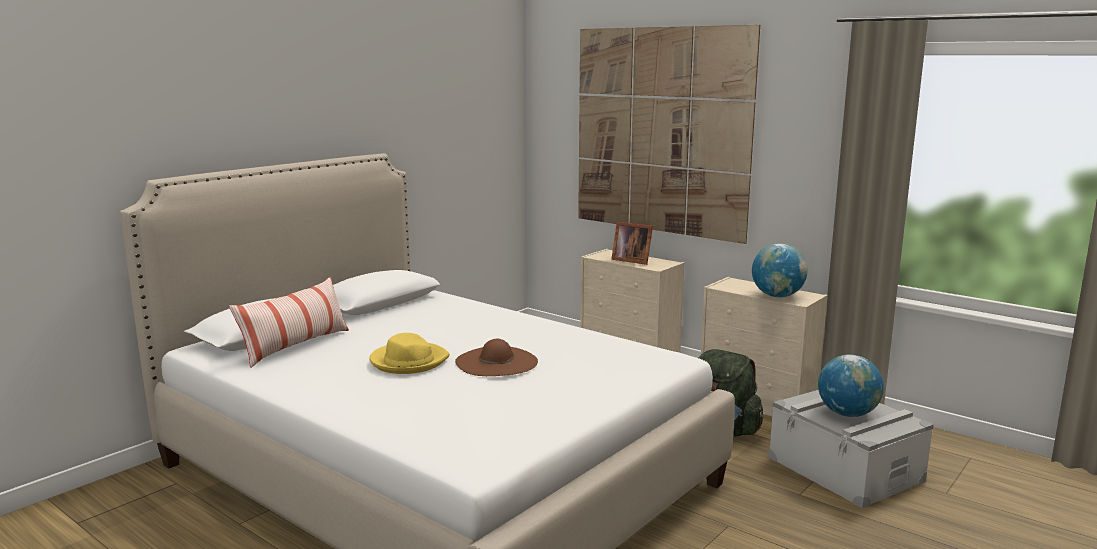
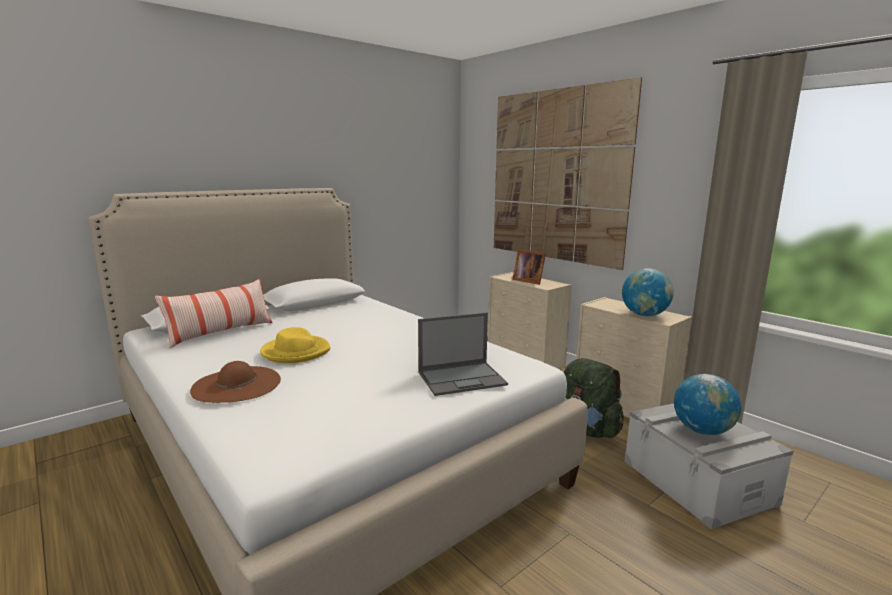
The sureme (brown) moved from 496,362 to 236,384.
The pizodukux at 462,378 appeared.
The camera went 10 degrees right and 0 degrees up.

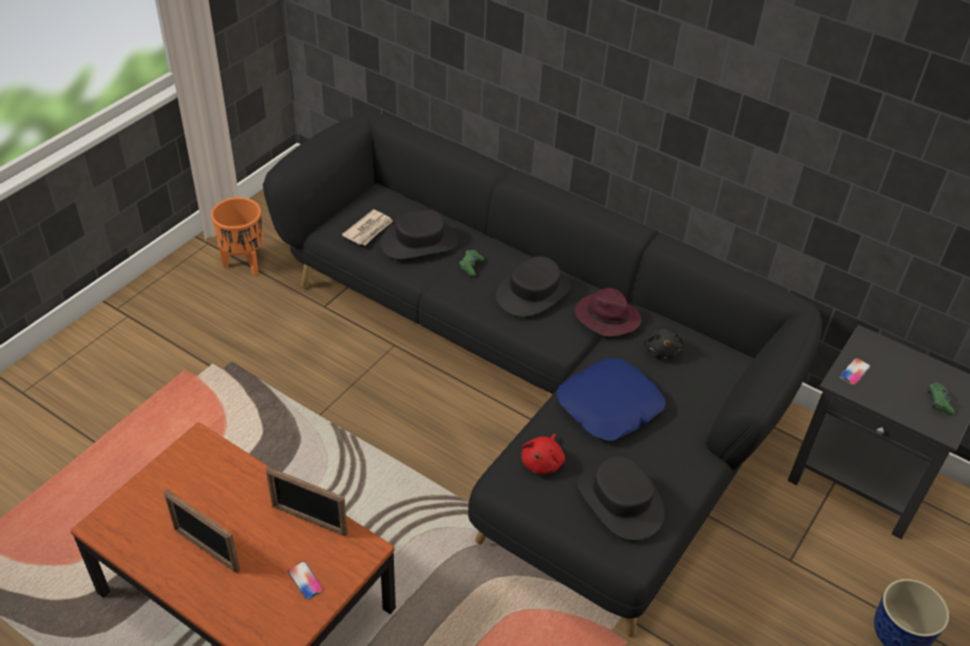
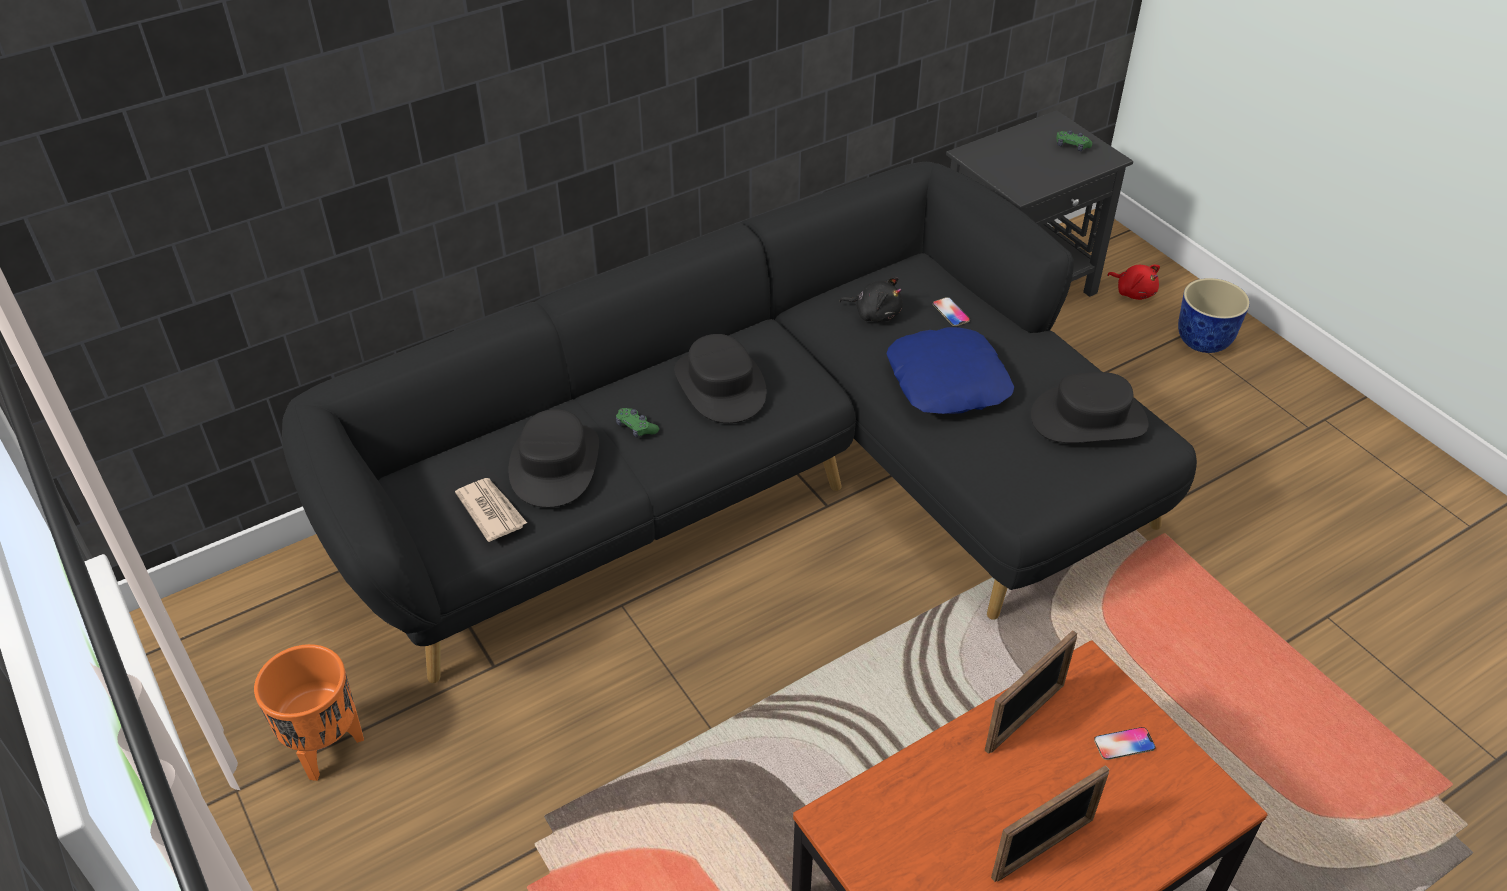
The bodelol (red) moved from 543,462 to 1133,292.
The sureme (purple) at 606,318 disappeared.
The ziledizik moved from 854,372 to 951,312.
The camera went 65 degrees left and 0 degrees up.

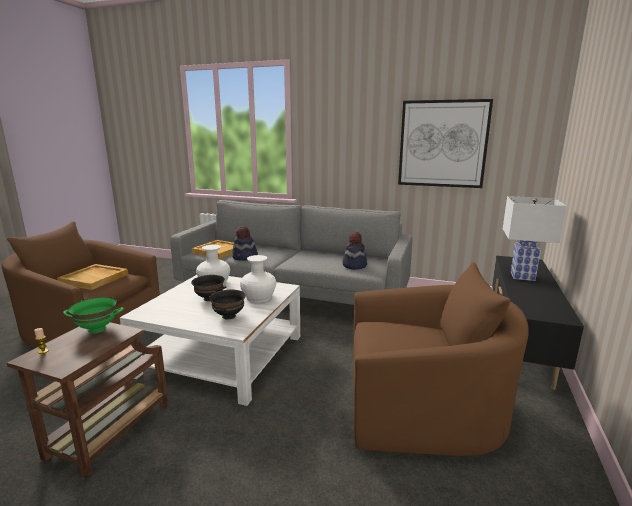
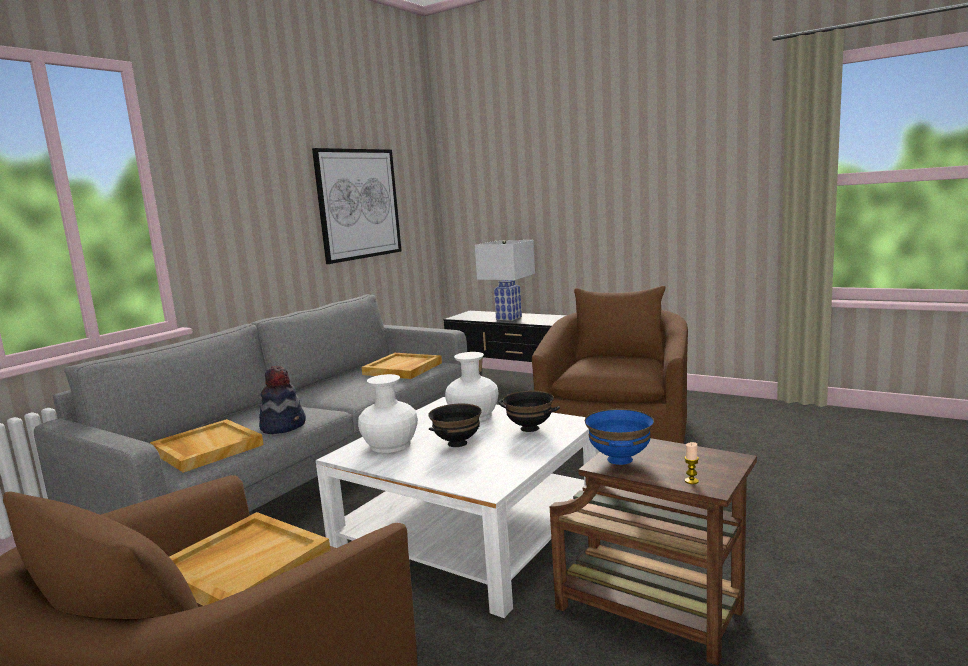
The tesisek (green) at 97,329 became the tesisek (blue) at 619,459.
The sureme at 354,265 was replaced by the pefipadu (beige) at 403,369.
The camera went 75 degrees left and 5 degrees down.

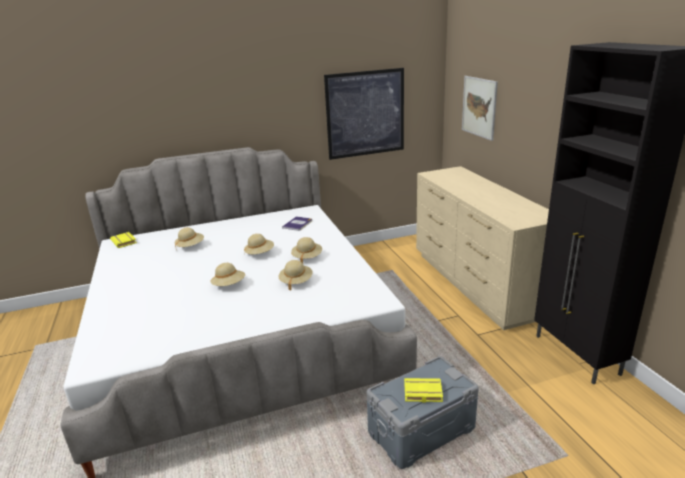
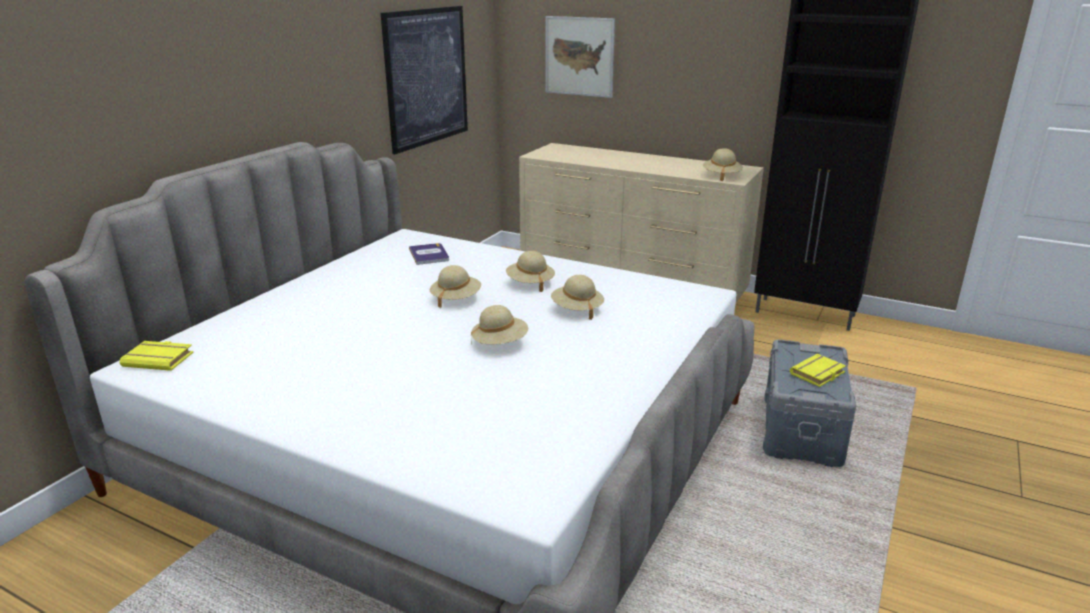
The sureme (beige) moved from 190,246 to 721,176.
The camera went 45 degrees left and 0 degrees up.

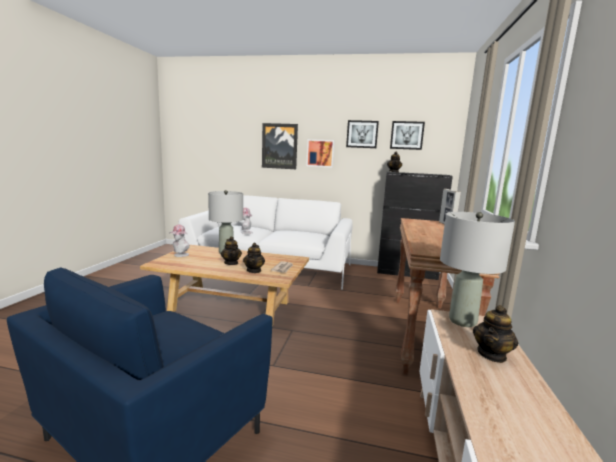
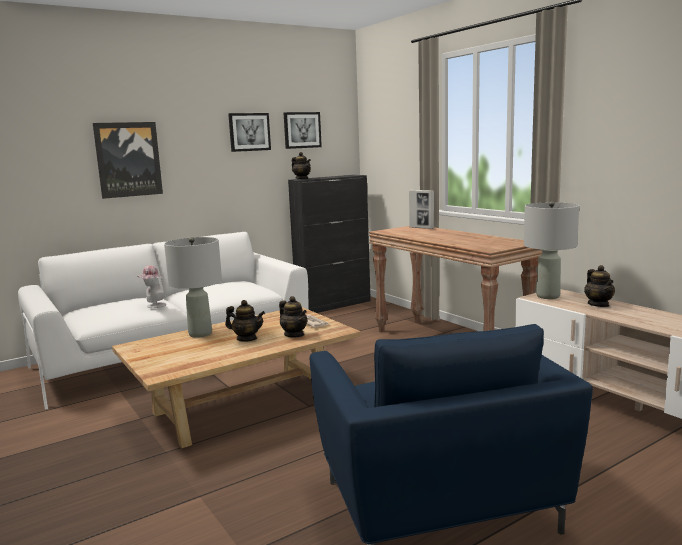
The sureme at 180,255 disappeared.
The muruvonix at 320,153 disappeared.
The camera went 45 degrees left and 0 degrees up.

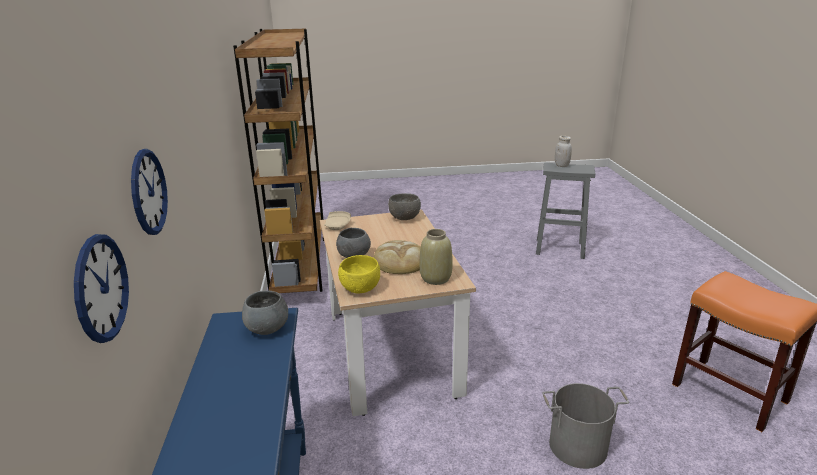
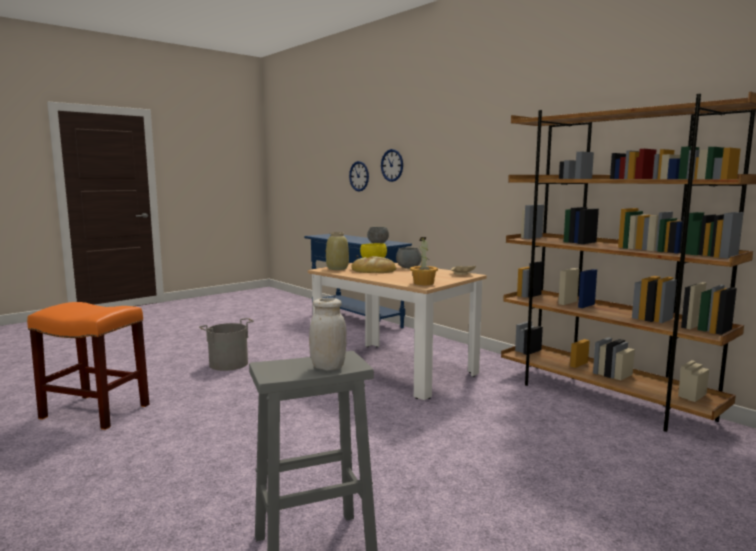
The tesisek (grey) at 405,218 was replaced by the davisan at 423,283.
The camera went 145 degrees right and 15 degrees down.

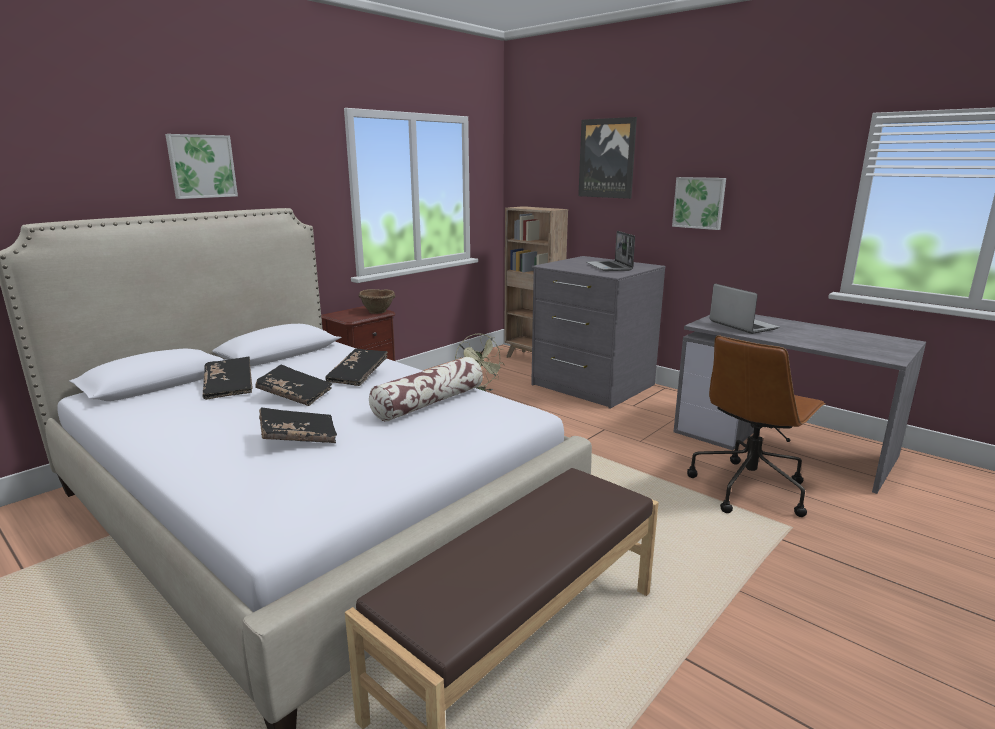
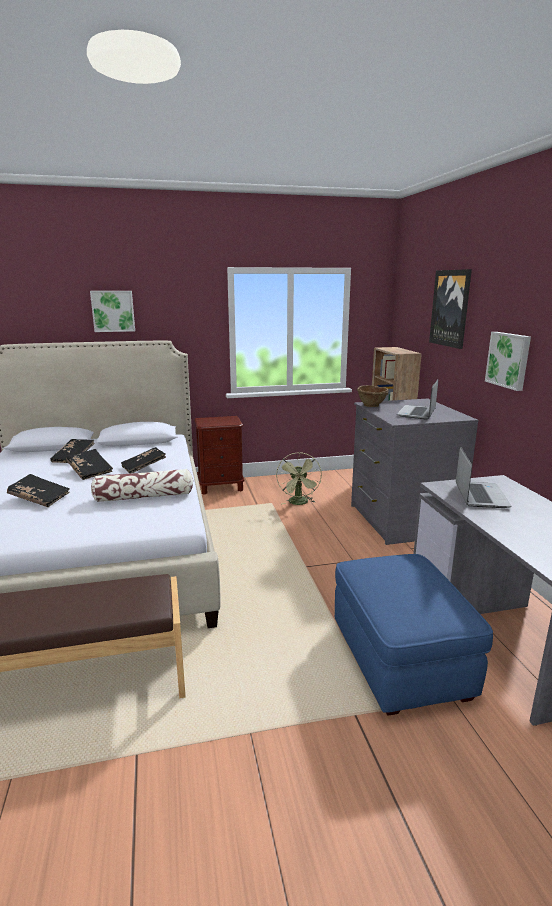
The tesisek (brown) moved from 378,311 to 372,405.
The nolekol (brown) at 748,488 was replaced by the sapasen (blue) at 399,659.
The camera went 35 degrees right and 0 degrees up.

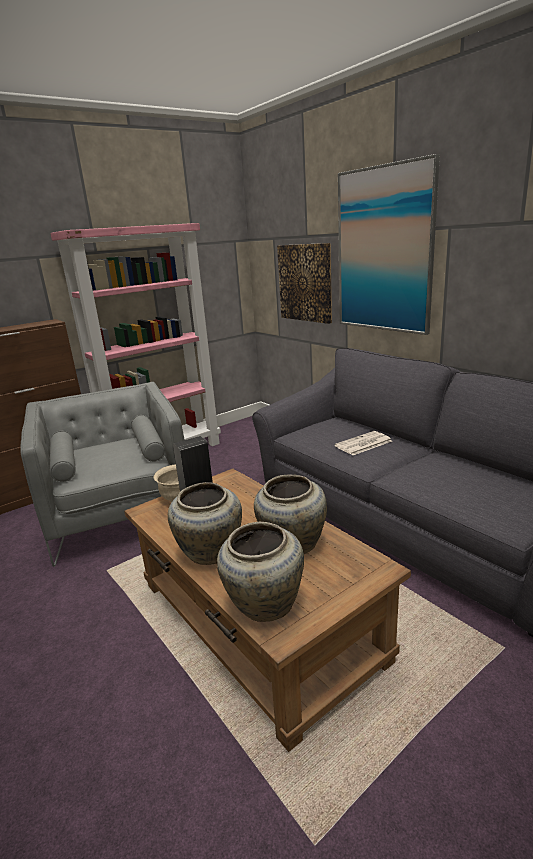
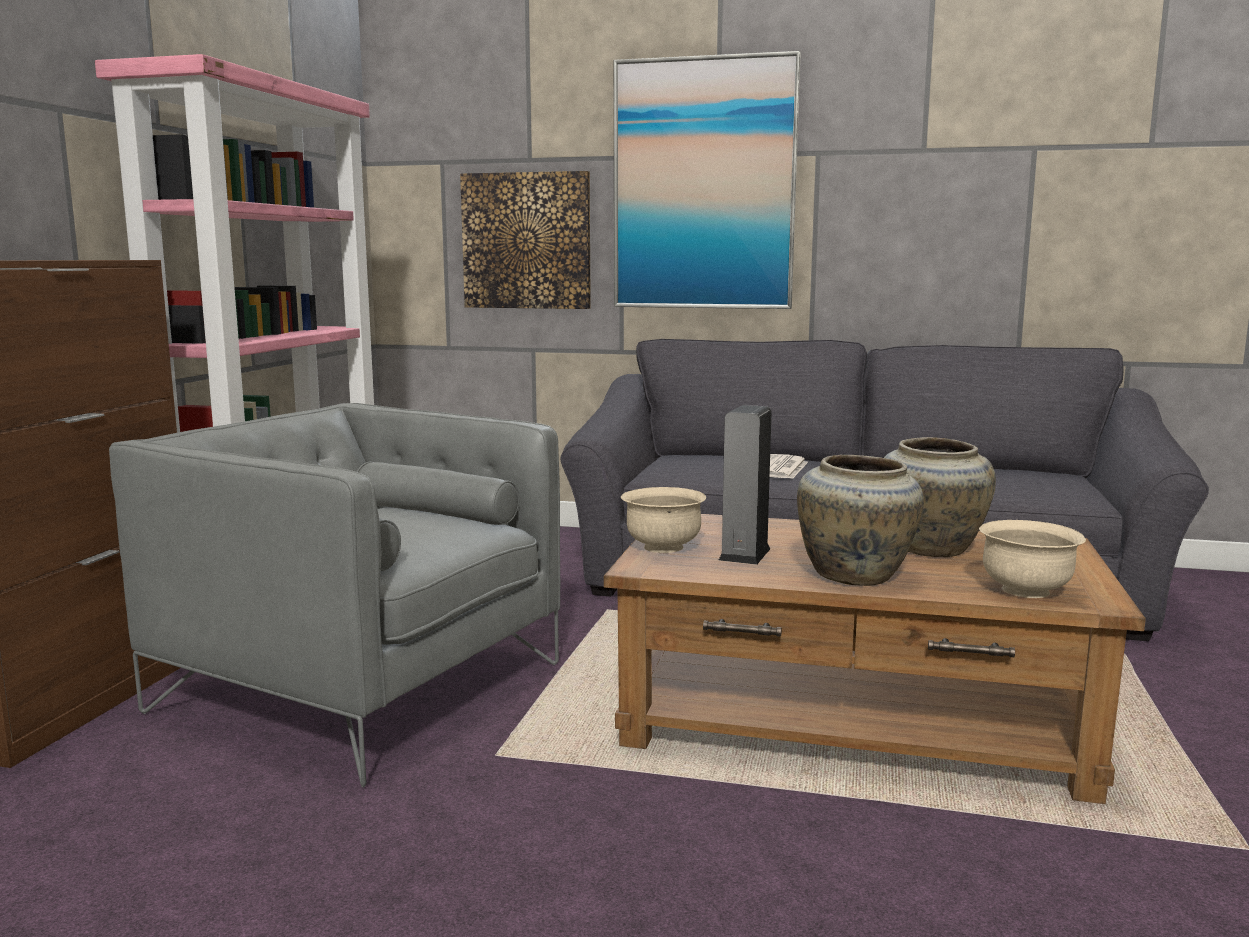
The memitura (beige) at 263,605 was replaced by the tesisek (beige) at 1026,591.
The camera went 40 degrees left and 10 degrees down.

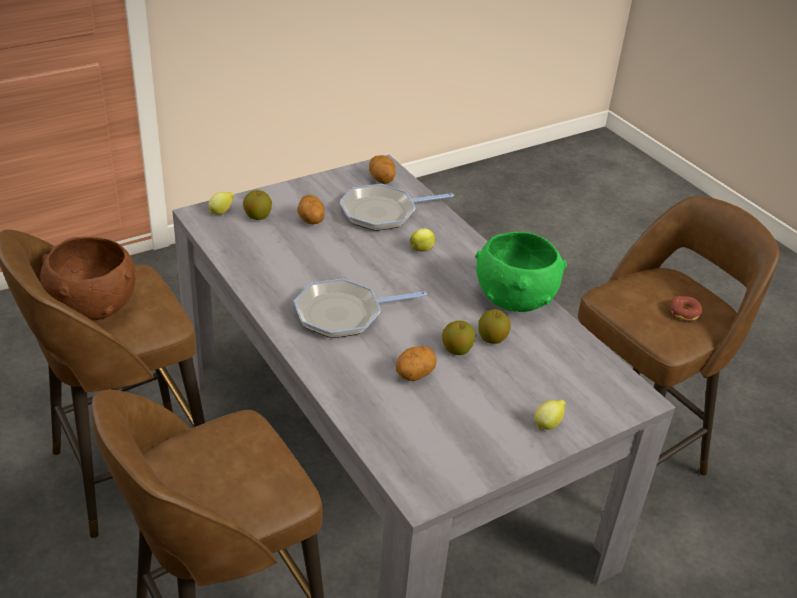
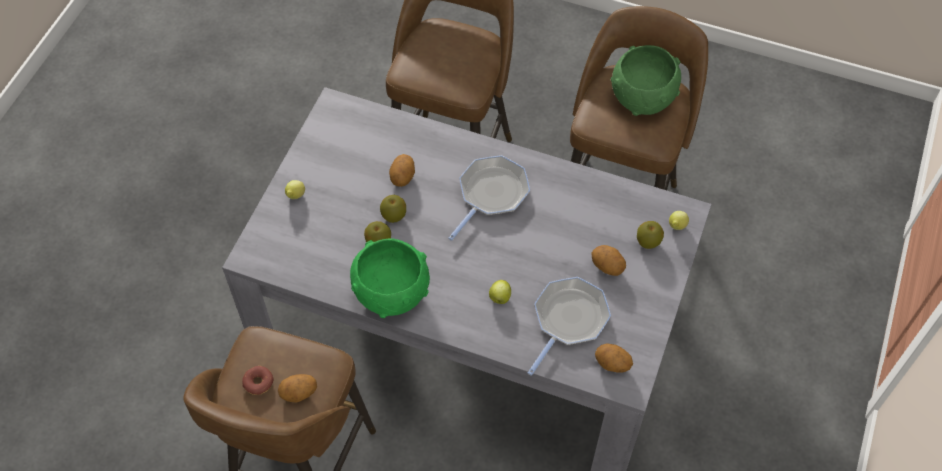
The tesisek (brown) at 94,307 became the tesisek (green) at 642,99.
The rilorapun at 299,394 appeared.
The camera went 145 degrees right and 20 degrees up.

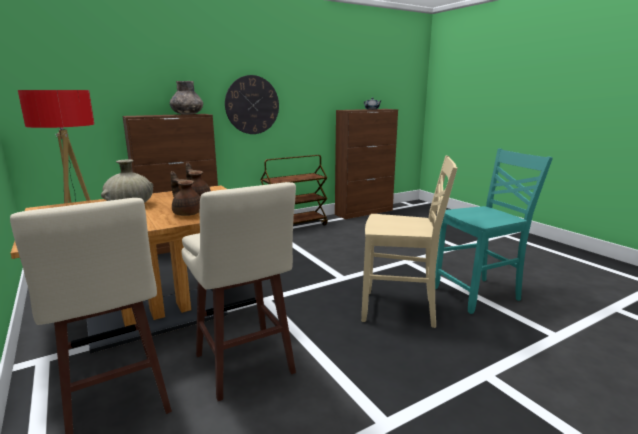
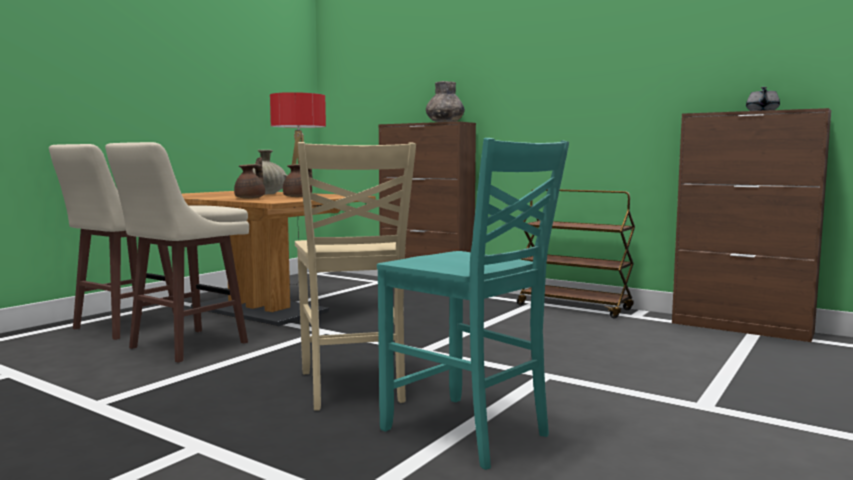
The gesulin at 252,105 disappeared.
The camera went 65 degrees right and 10 degrees down.

